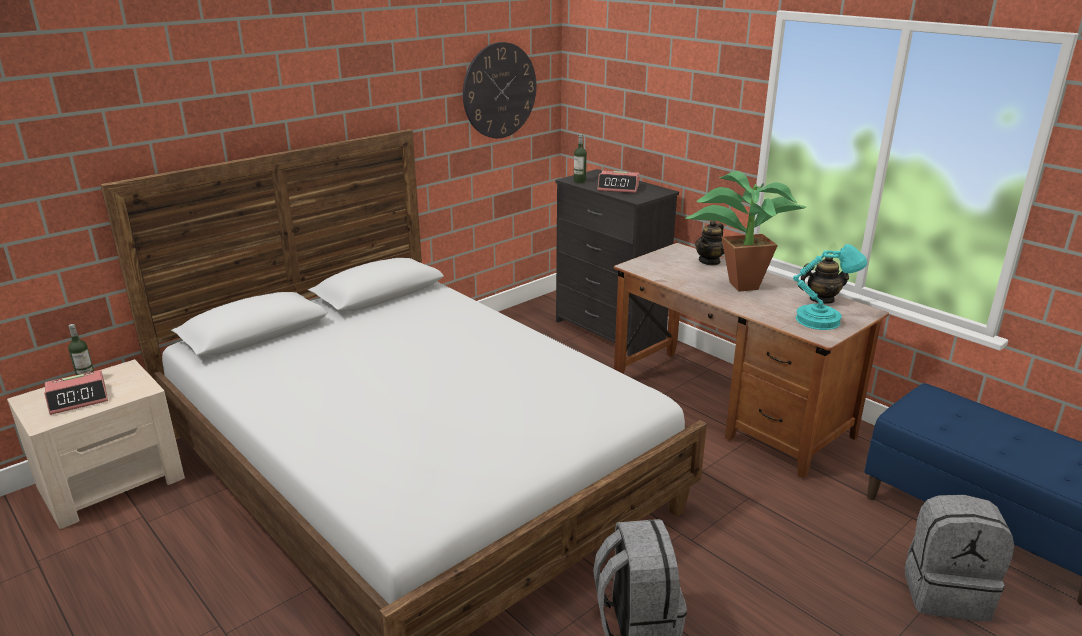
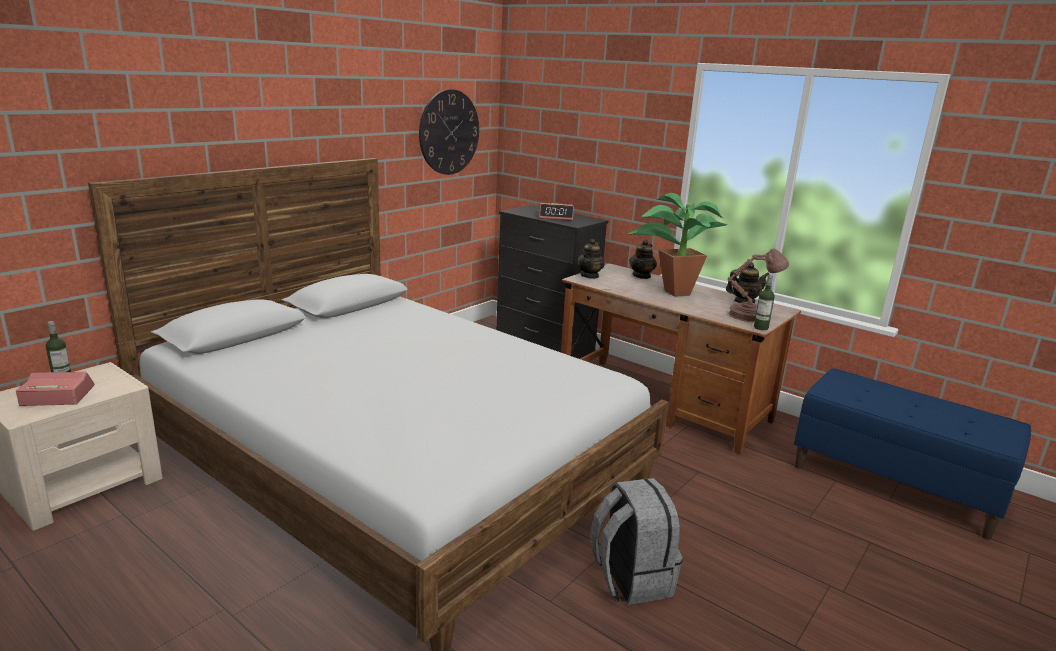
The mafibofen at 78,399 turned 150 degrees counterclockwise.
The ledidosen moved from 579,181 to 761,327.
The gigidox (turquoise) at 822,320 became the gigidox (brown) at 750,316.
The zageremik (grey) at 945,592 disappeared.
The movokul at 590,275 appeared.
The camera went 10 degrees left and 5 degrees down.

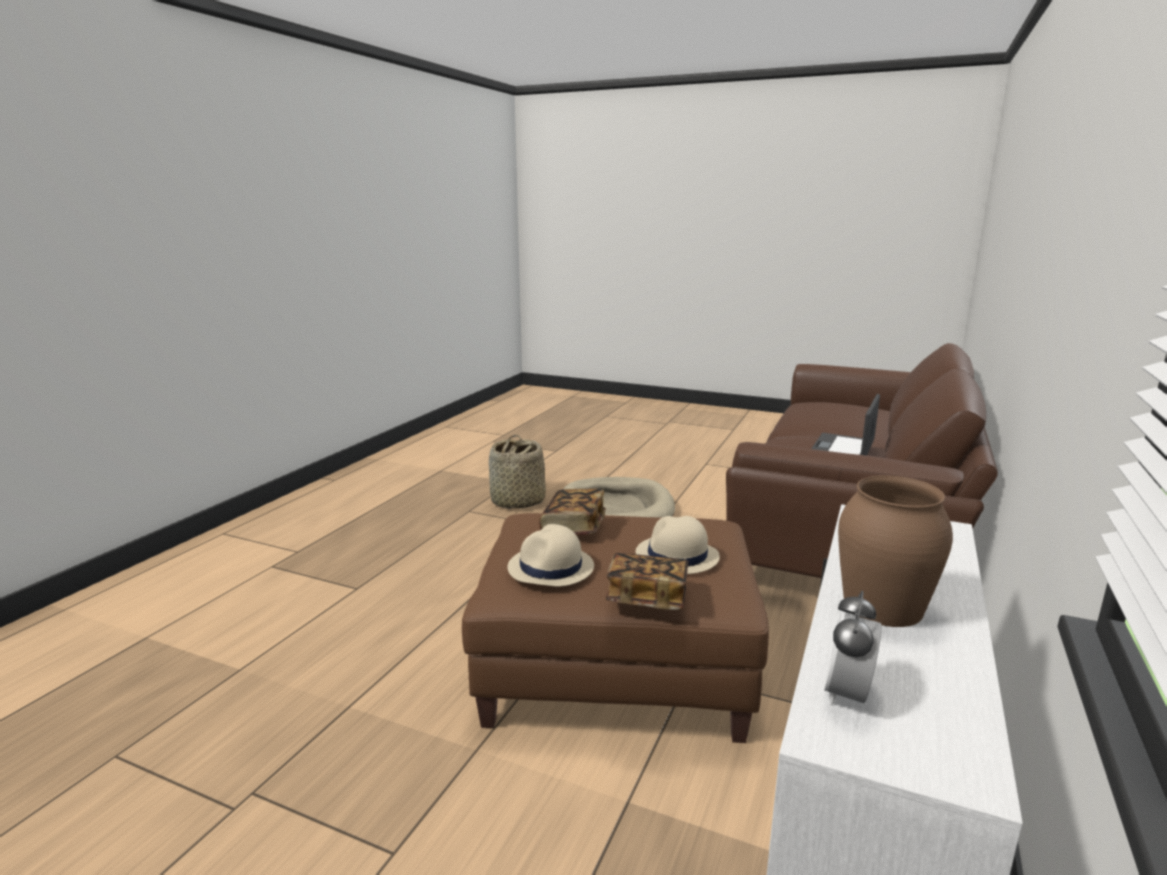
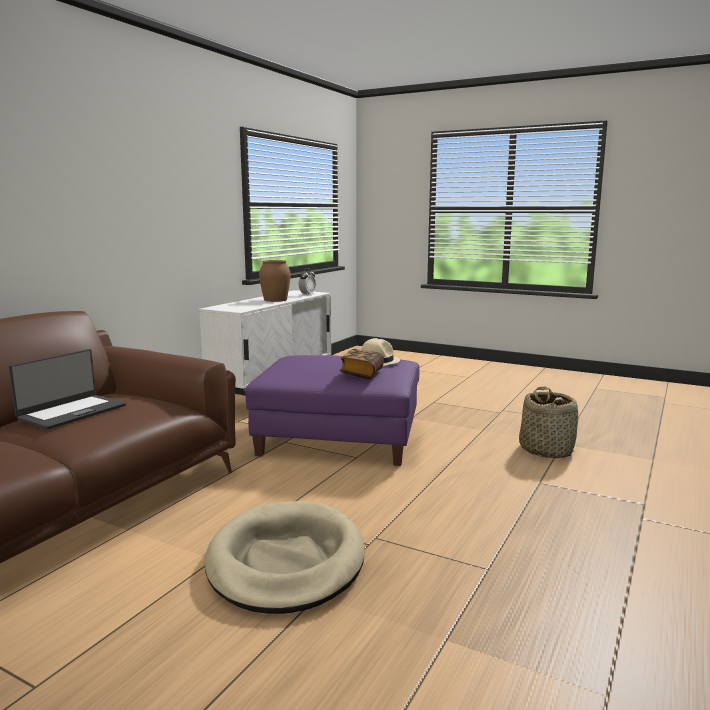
The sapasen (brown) at 615,666 became the sapasen (purple) at 339,438.
The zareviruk moved from 517,501 to 546,450.
The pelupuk at 647,598 disappeared.
The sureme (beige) at 676,556 disappeared.
The camera went 175 degrees left and 5 degrees down.

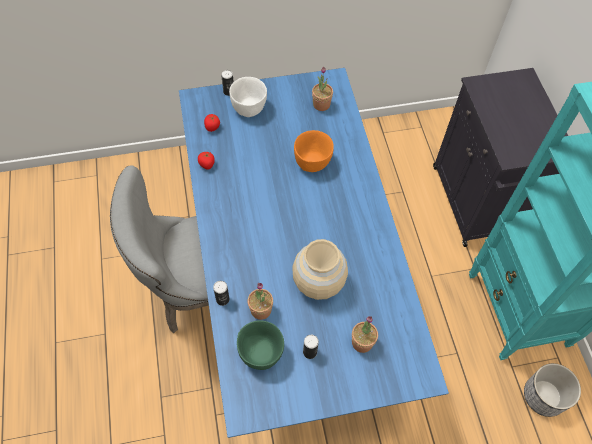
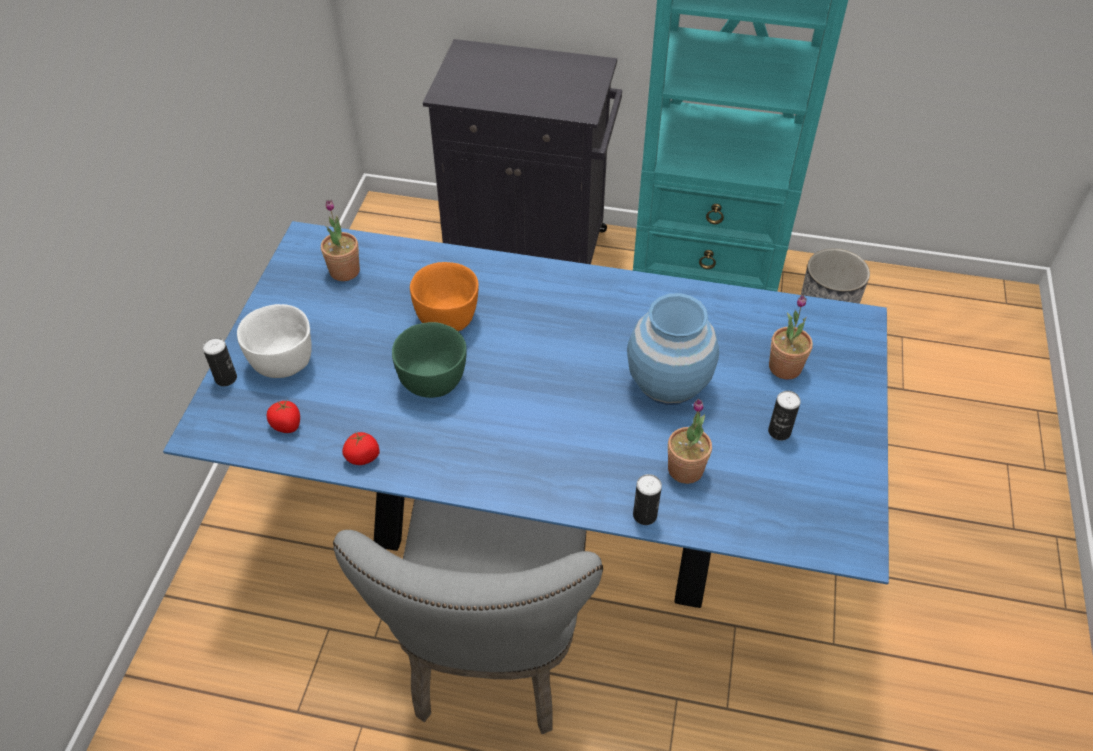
The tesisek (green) moved from 261,354 to 434,381.
The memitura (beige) at 319,282 became the memitura (blue) at 668,383.
The camera went 65 degrees left and 10 degrees down.

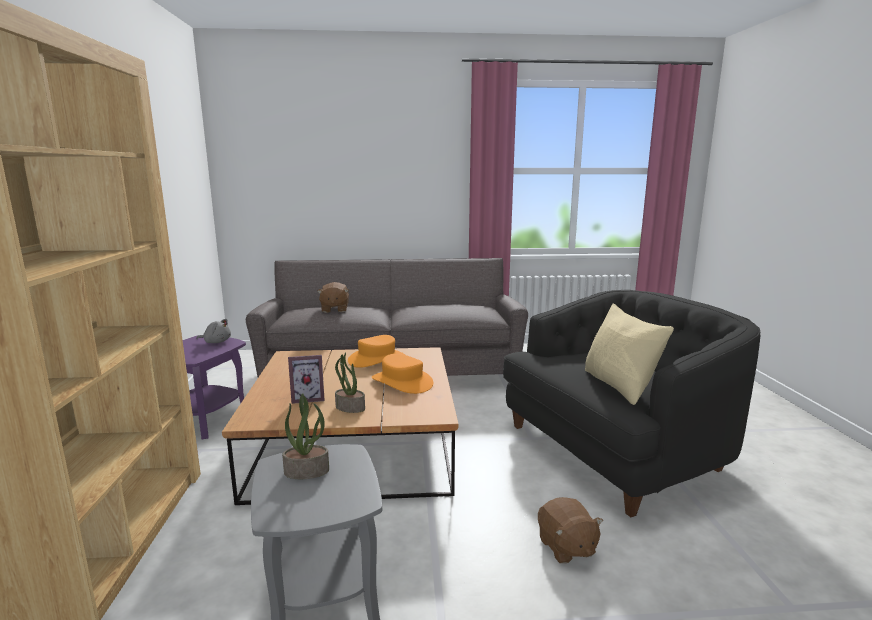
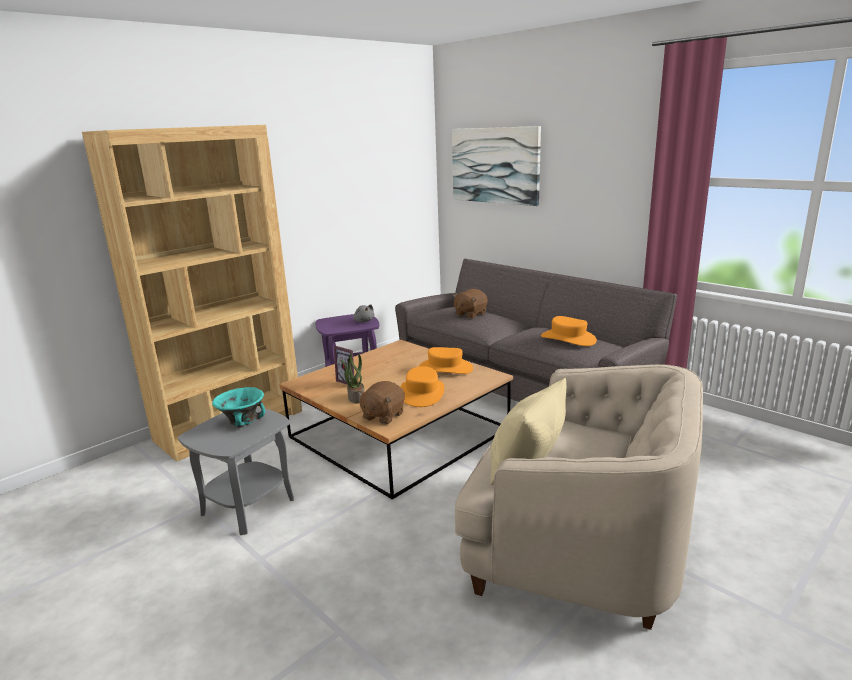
The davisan at 307,471 was replaced by the tesisek (turquoise) at 242,421.
The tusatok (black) at 613,450 became the tusatok (beige) at 577,545.
The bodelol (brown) moved from 566,547 to 382,416.
The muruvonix at 495,165 appeared.
The sureme (orange) at 568,338 appeared.
The camera went 50 degrees right and 5 degrees up.

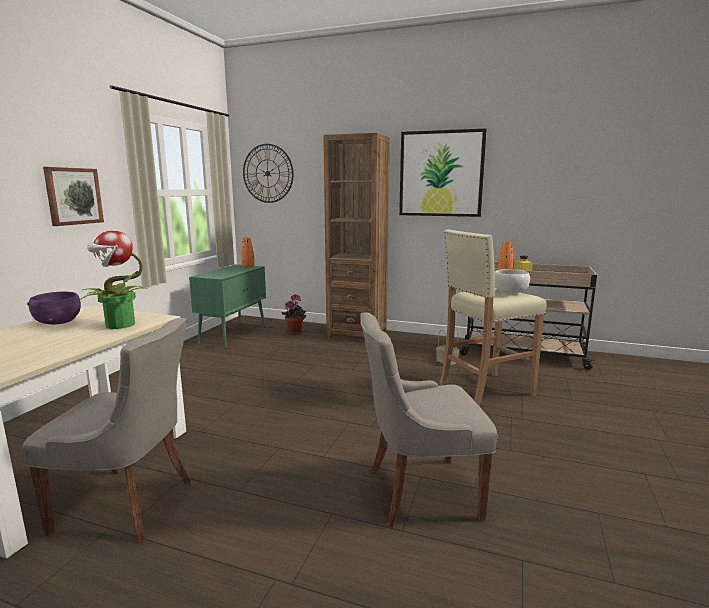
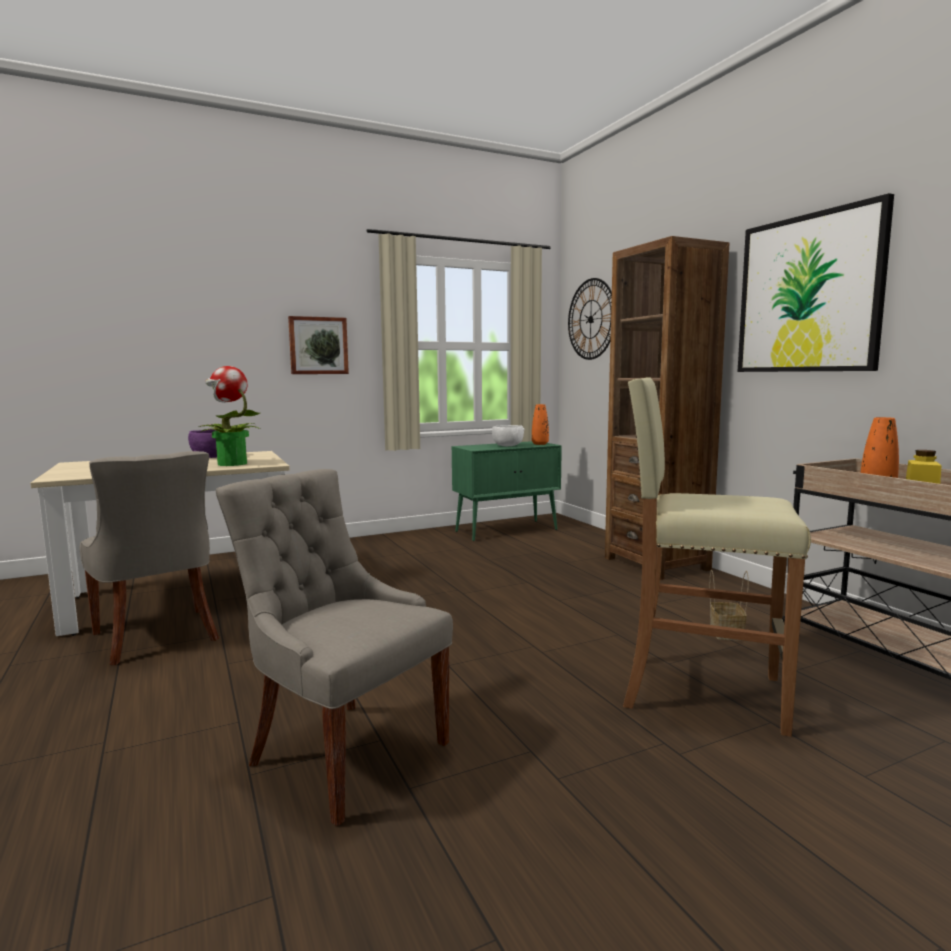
The davisan at 295,332 disappeared.
The tesisek (white) moved from 510,292 to 507,446.
The camera went 45 degrees right and 5 degrees down.

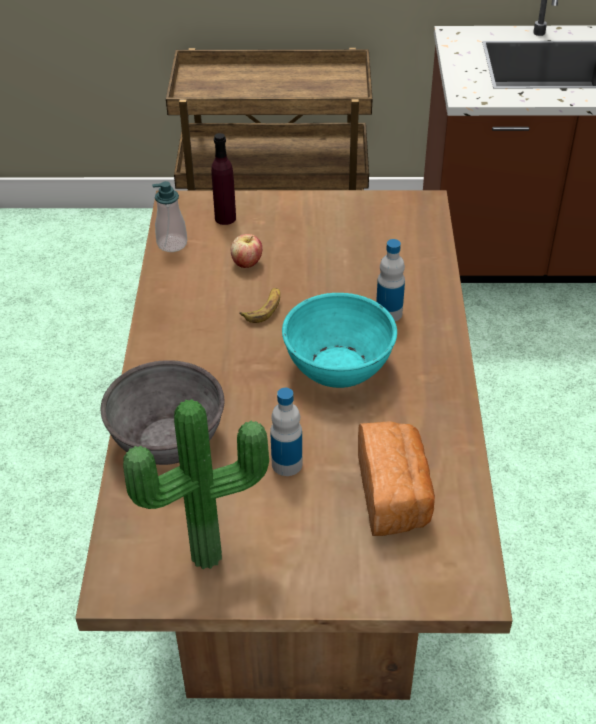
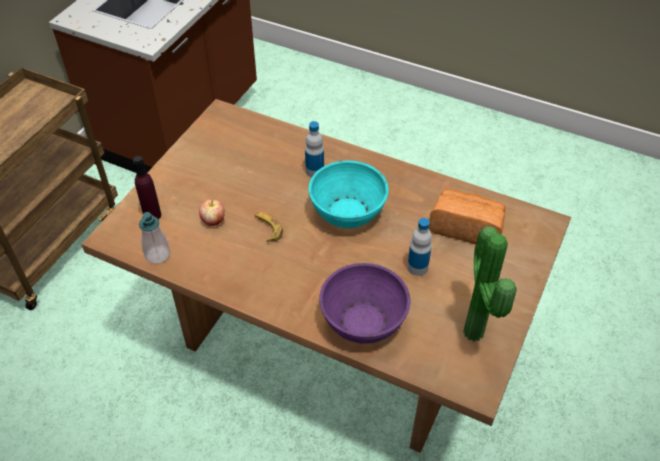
The tesisek (grey) at 168,439 became the tesisek (purple) at 363,321.
The camera went 65 degrees left and 5 degrees up.

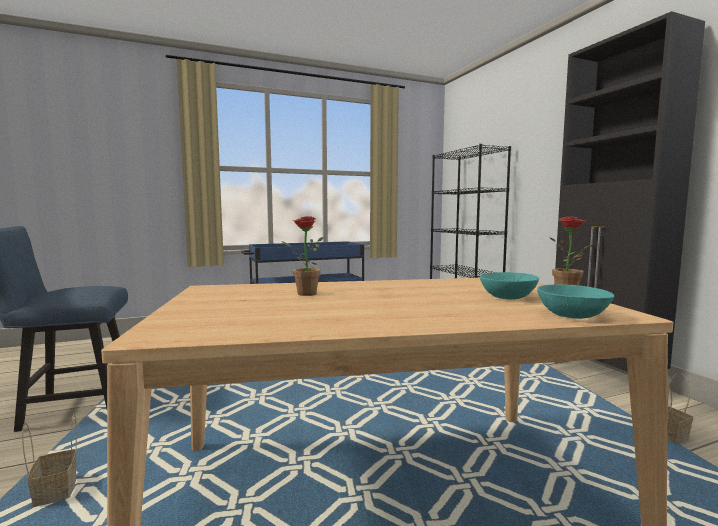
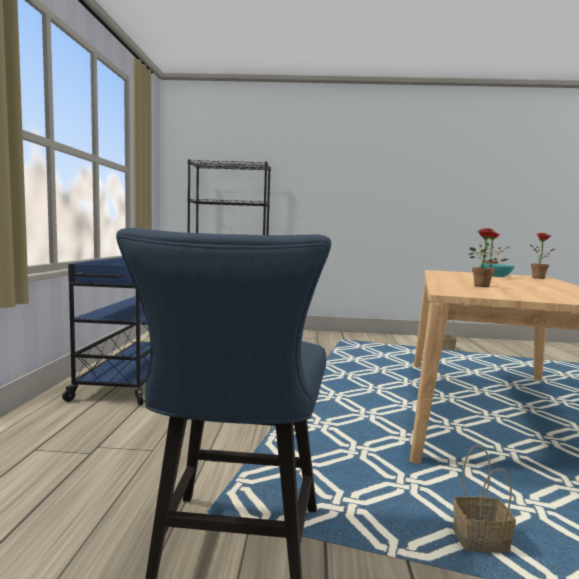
The tesisek (turquoise) at 571,315 was replaced by the davisan at 541,278.
The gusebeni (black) at 604,376 disappeared.
The camera went 65 degrees left and 0 degrees up.

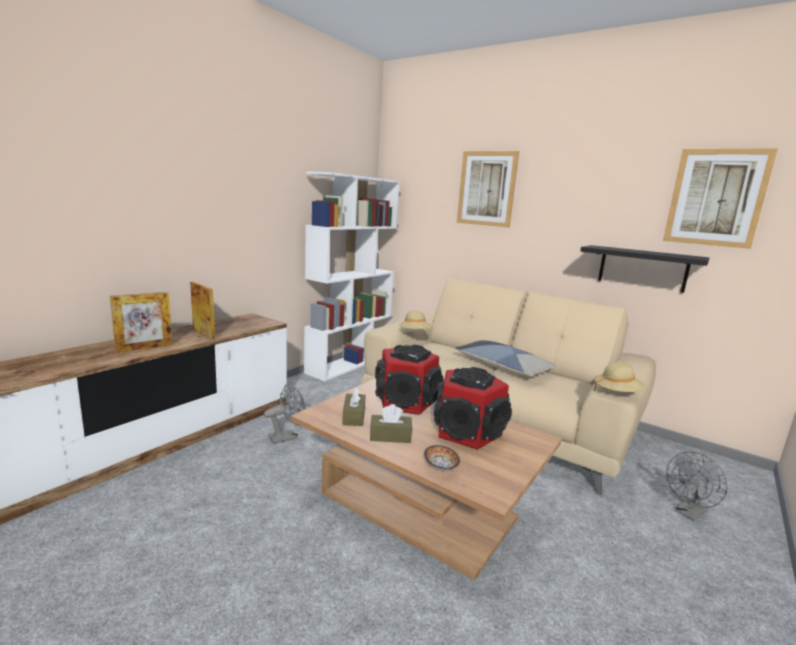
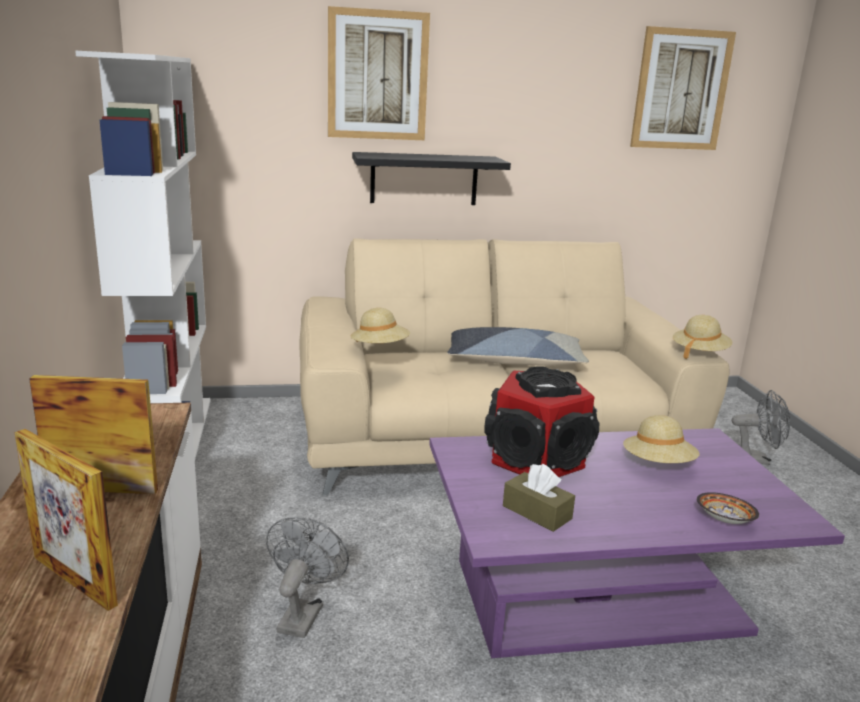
The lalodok at 144,348 turned 120 degrees clockwise.
The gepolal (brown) at 417,505 became the gepolal (purple) at 600,596.
The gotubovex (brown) at 390,436 disappeared.
The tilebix at 468,432 was replaced by the sureme (beige) at 658,464.
The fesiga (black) moved from 642,268 to 424,179.
The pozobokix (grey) at 689,513 turned 90 degrees counterclockwise.
The camera went 45 degrees left and 5 degrees up.

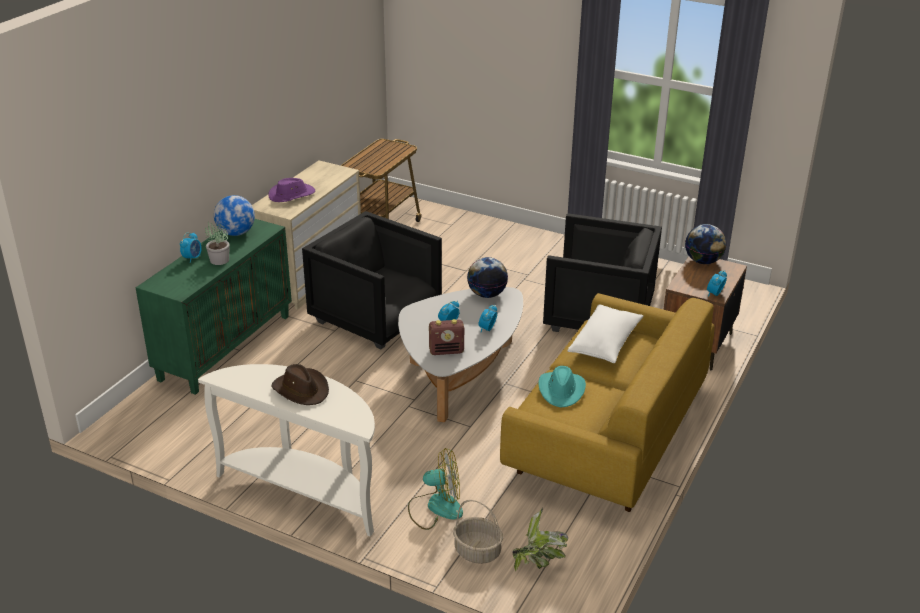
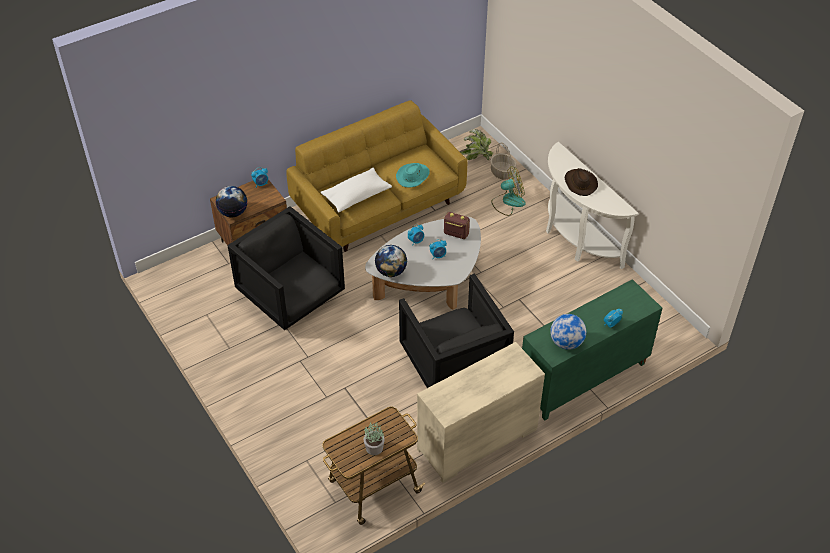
The davisan moved from 219,260 to 374,448.
The sureme (purple) at 291,195 disappeared.
The pozobokix at 436,507 turned 135 degrees clockwise.
The camera went 150 degrees left and 15 degrees up.

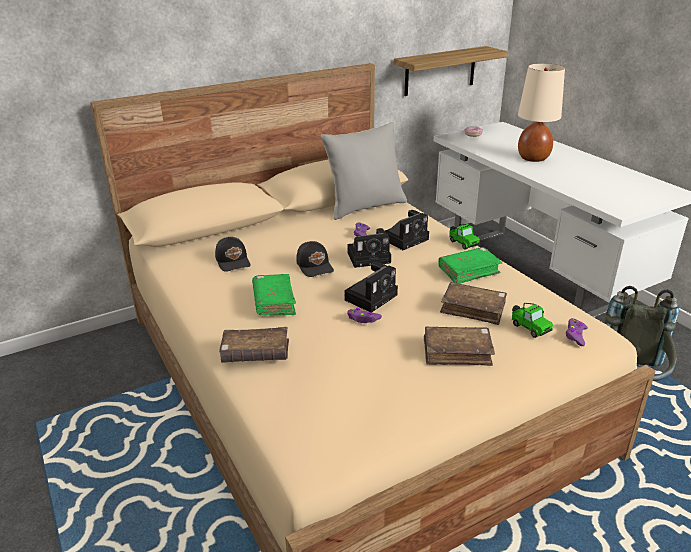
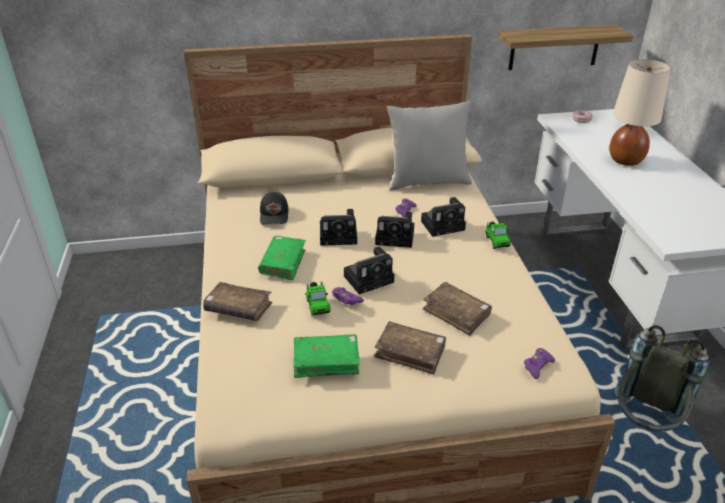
The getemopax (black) at 315,266 was replaced by the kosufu at 340,236.
The pelupuk (green) moved from 468,271 to 326,361.
The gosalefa moved from 529,327 to 317,305.
The camera went 20 degrees right and 5 degrees up.

